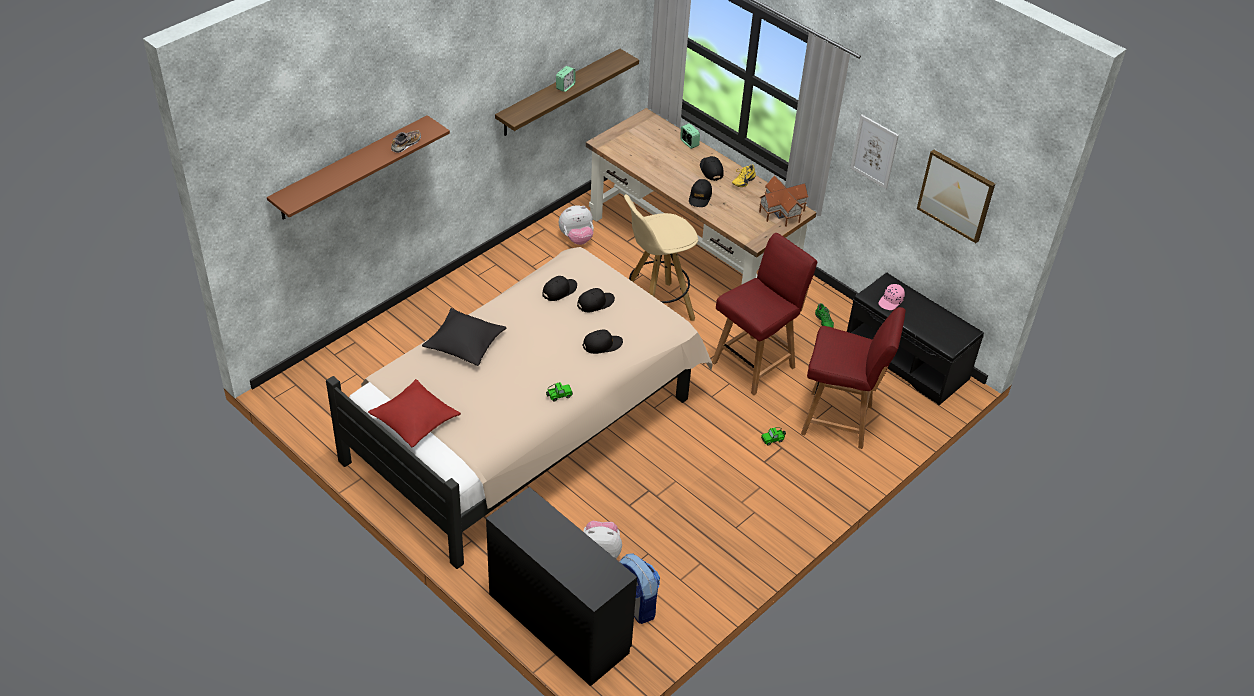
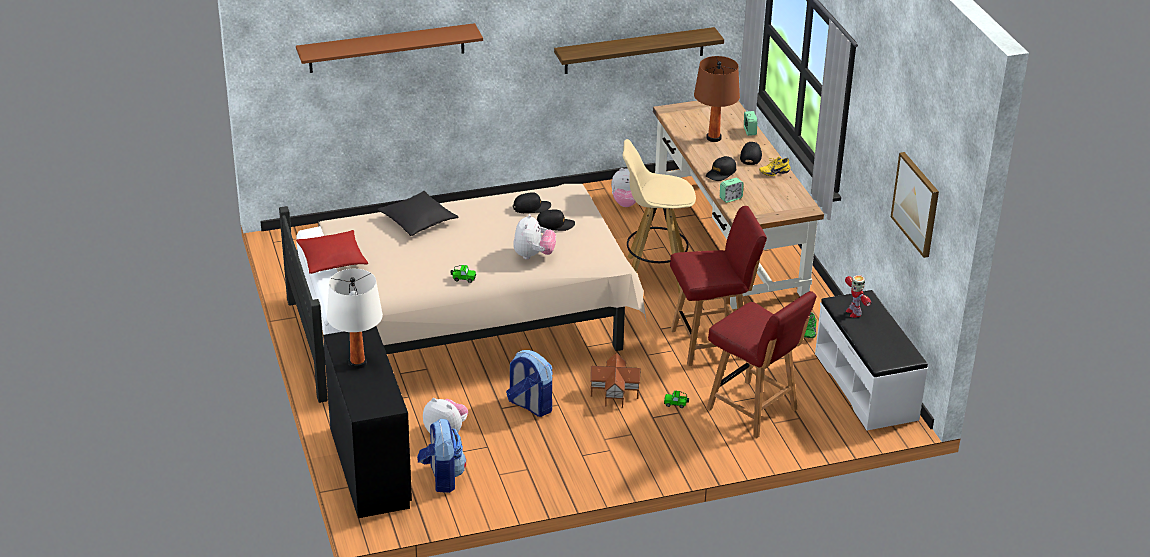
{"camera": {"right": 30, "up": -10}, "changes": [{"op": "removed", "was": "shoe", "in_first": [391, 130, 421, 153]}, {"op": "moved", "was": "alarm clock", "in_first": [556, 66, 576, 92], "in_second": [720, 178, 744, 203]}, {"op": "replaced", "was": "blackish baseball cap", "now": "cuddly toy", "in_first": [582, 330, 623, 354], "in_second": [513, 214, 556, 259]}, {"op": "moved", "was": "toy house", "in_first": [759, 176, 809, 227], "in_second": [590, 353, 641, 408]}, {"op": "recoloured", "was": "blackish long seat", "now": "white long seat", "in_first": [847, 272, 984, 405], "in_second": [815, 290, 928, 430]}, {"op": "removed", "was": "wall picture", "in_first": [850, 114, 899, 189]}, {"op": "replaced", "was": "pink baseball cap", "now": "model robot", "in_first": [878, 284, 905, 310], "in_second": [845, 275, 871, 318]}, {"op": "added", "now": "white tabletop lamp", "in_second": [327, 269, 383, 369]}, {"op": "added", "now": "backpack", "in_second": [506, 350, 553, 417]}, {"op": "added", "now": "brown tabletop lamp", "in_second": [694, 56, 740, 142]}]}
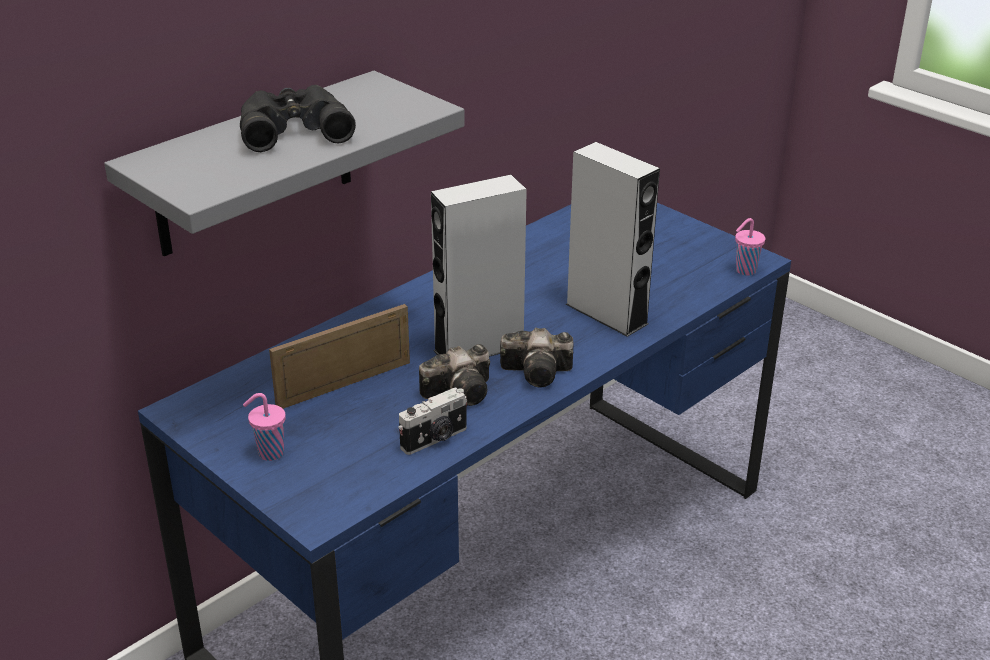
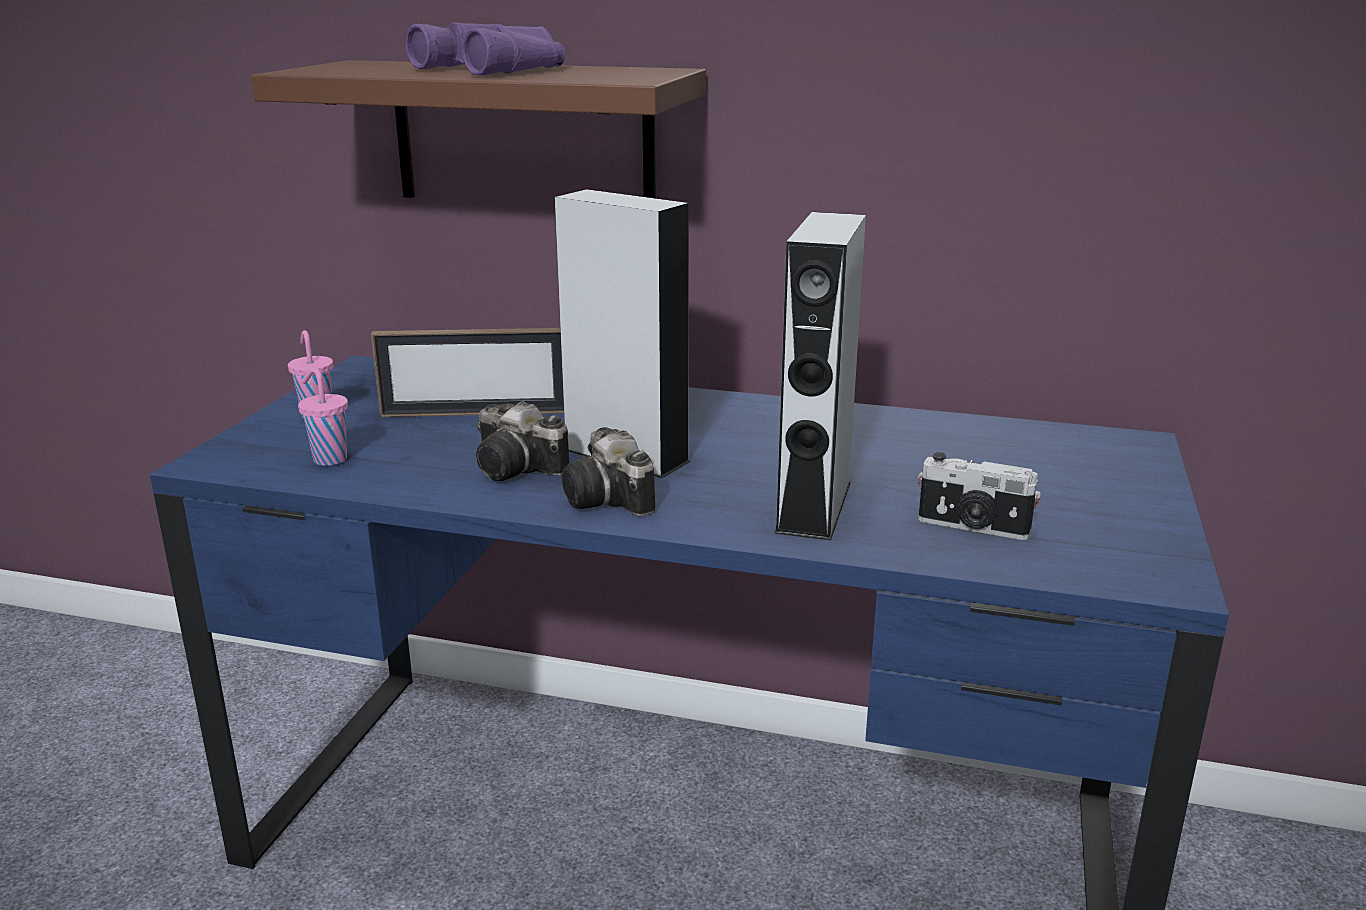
{"camera": {"right": 60, "up": -10}, "changes": [{"op": "recoloured", "was": "greyish wall shelf", "now": "brown wall shelf", "in_first": [104, 71, 465, 256], "in_second": [251, 60, 706, 198]}, {"op": "recoloured", "was": "blackish field glasses", "now": "purplish field glasses", "in_first": [240, 85, 356, 152], "in_second": [405, 22, 565, 75]}, {"op": "turned", "was": "photo frame", "in_first": [269, 304, 410, 409], "in_second": [371, 328, 564, 417], "clockwise": 150}, {"op": "moved", "was": "photo camera", "in_first": [398, 387, 467, 455], "in_second": [918, 452, 1041, 540]}, {"op": "moved", "was": "pink drinking cup", "in_first": [735, 218, 766, 276], "in_second": [298, 368, 348, 466]}]}
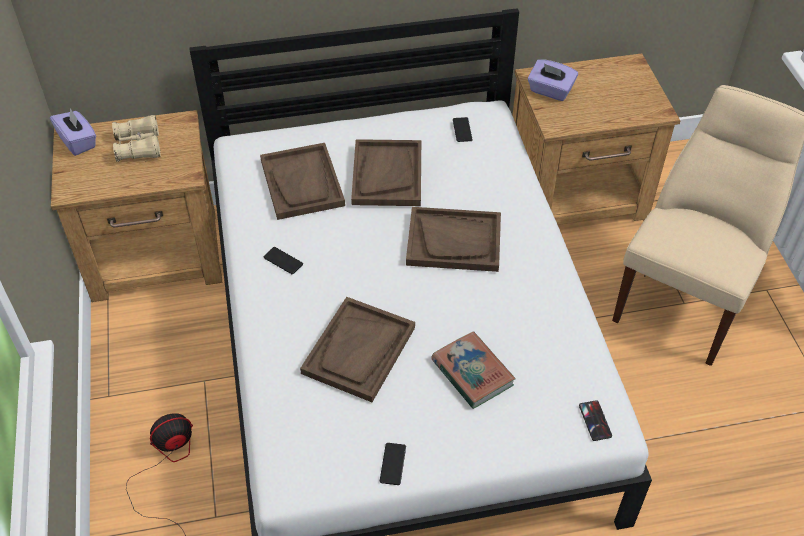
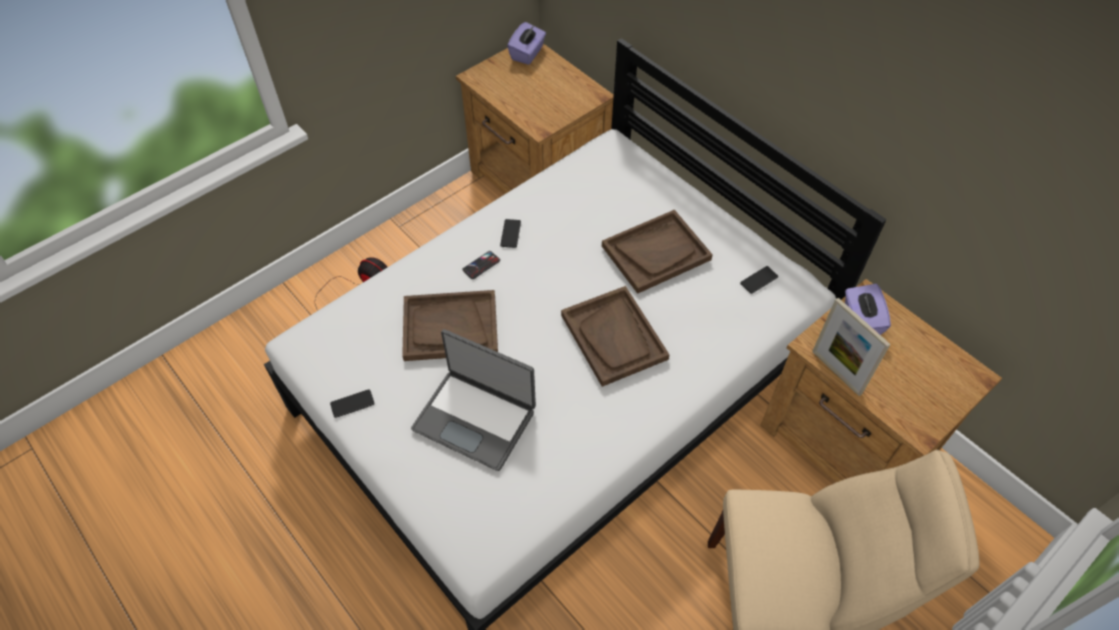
{"camera": {"right": 60, "up": 5}, "changes": [{"op": "removed", "was": "beige field glasses", "in_first": [112, 115, 161, 162]}, {"op": "removed", "was": "brown carrying tray", "in_first": [260, 143, 345, 220]}, {"op": "replaced", "was": "volume", "now": "laptop", "in_first": [431, 331, 516, 409], "in_second": [411, 329, 536, 471]}, {"op": "moved", "was": "phone", "in_first": [579, 400, 612, 441], "in_second": [462, 251, 500, 279]}, {"op": "added", "now": "photo frame", "in_second": [812, 298, 891, 396]}]}
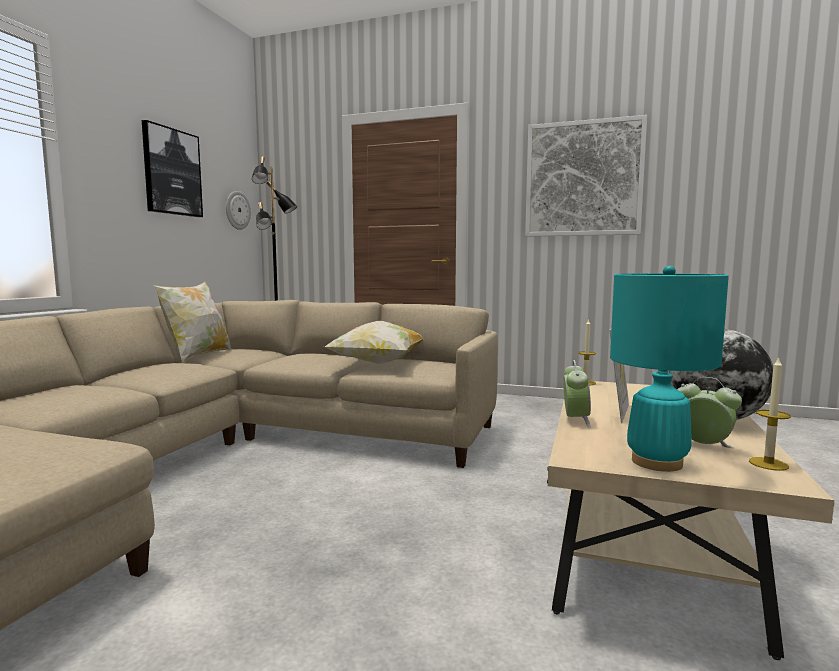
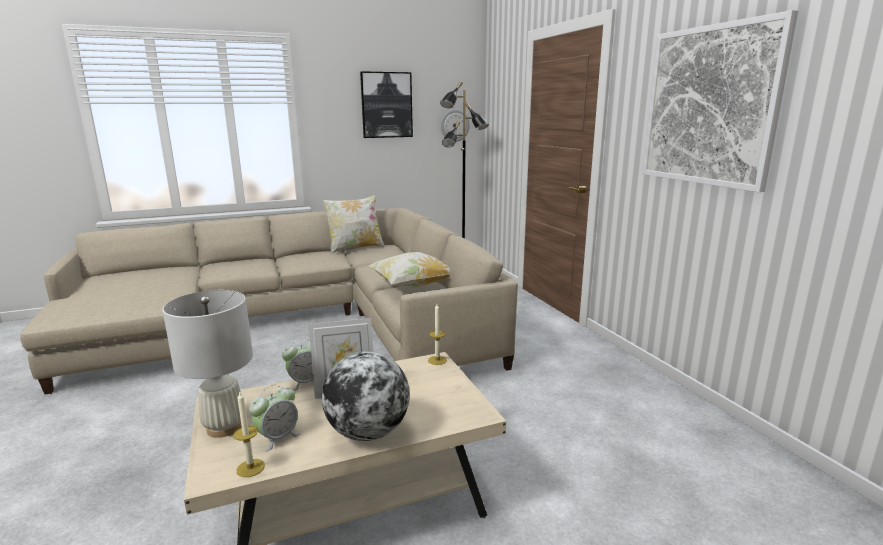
{"camera": {"right": 50, "up": 10}, "changes": [{"op": "recoloured", "was": "turquoise tabletop lamp", "now": "white tabletop lamp", "in_first": [610, 266, 729, 472], "in_second": [162, 290, 253, 438]}, {"op": "turned", "was": "alarm clock", "in_first": [677, 377, 742, 448], "in_second": [249, 384, 301, 452], "clockwise": 45}]}
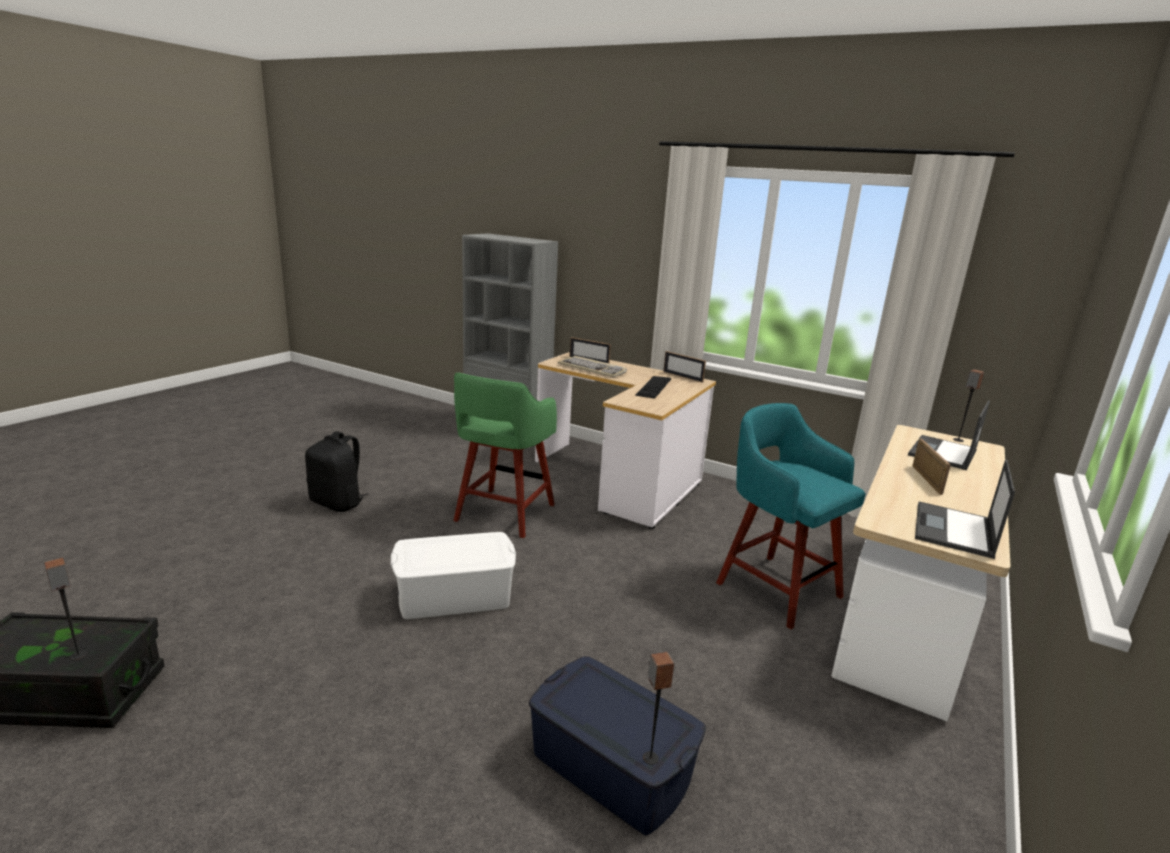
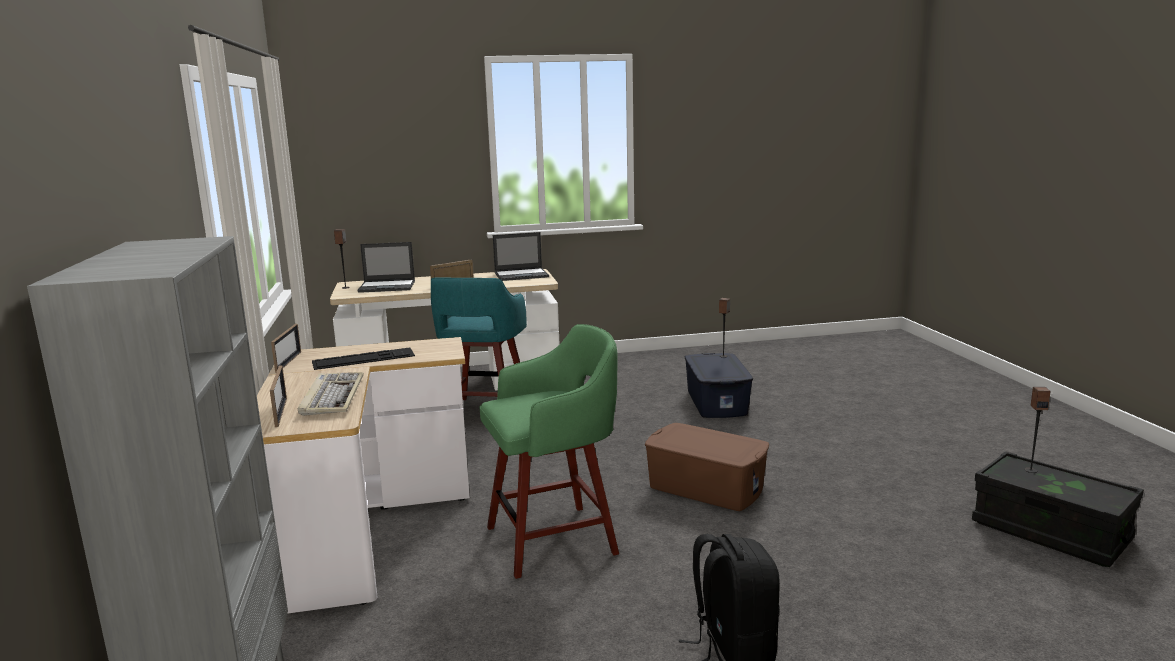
{"camera": {"right": -130, "up": -5}, "changes": [{"op": "recoloured", "was": "white storage container", "now": "brown storage container", "in_first": [391, 532, 516, 619], "in_second": [645, 423, 769, 511]}]}
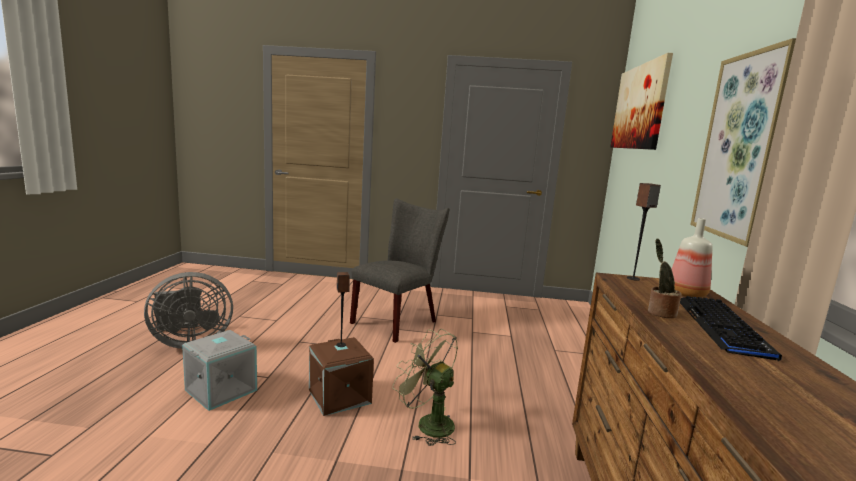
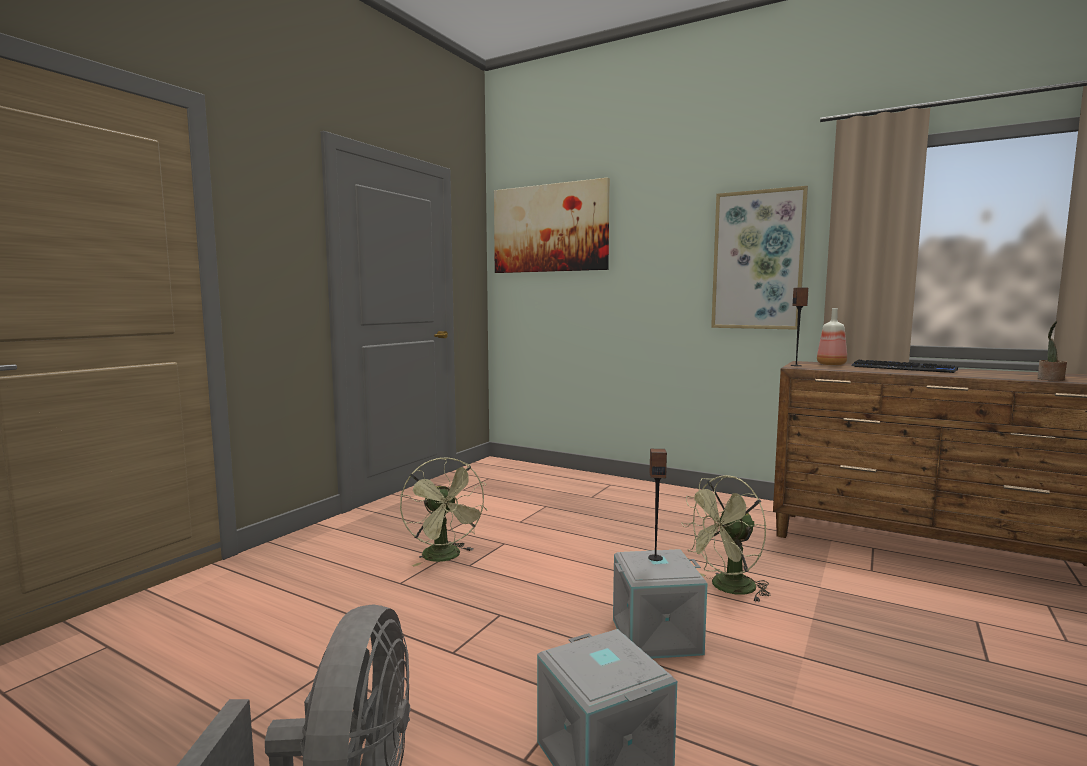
{"camera": {"right": -65, "up": -5}, "changes": [{"op": "recoloured", "was": "brown storage container", "now": "greyish storage container", "in_first": [309, 337, 374, 416], "in_second": [613, 549, 707, 659]}, {"op": "replaced", "was": "greyish upright chair", "now": "green fan", "in_first": [350, 198, 449, 343], "in_second": [400, 457, 487, 567]}, {"op": "moved", "was": "potted plant", "in_first": [648, 239, 682, 318], "in_second": [1038, 321, 1067, 381]}]}
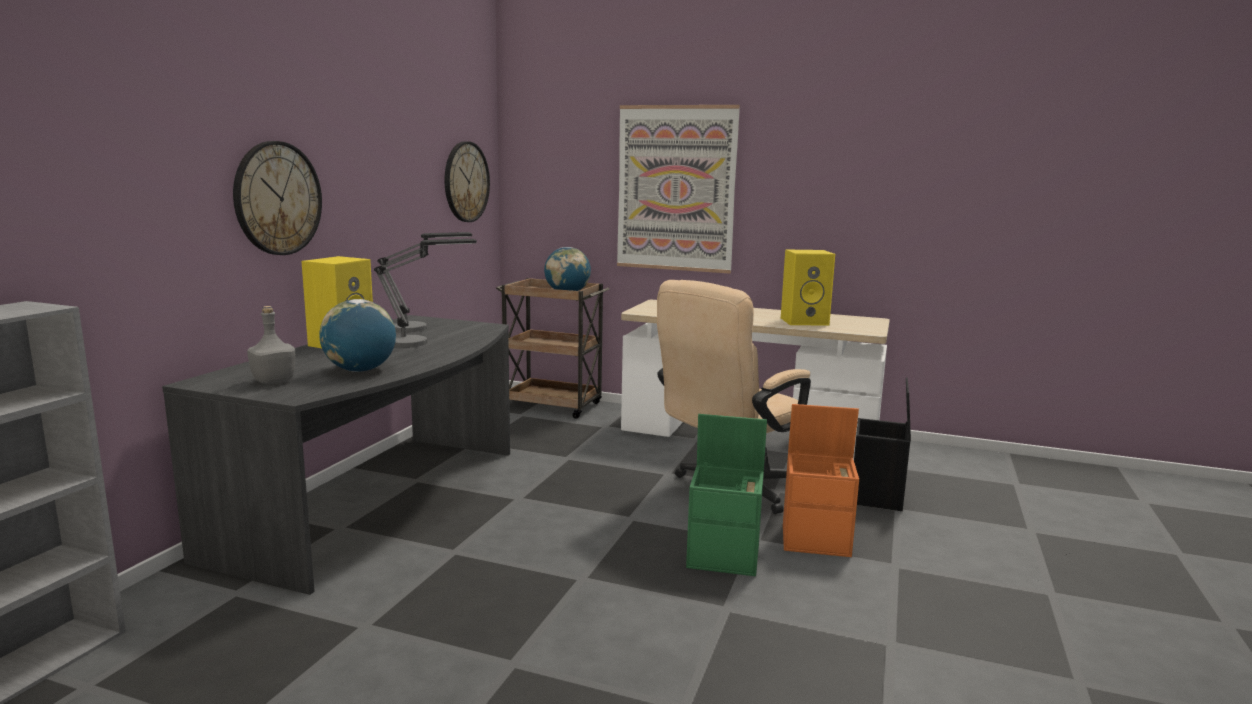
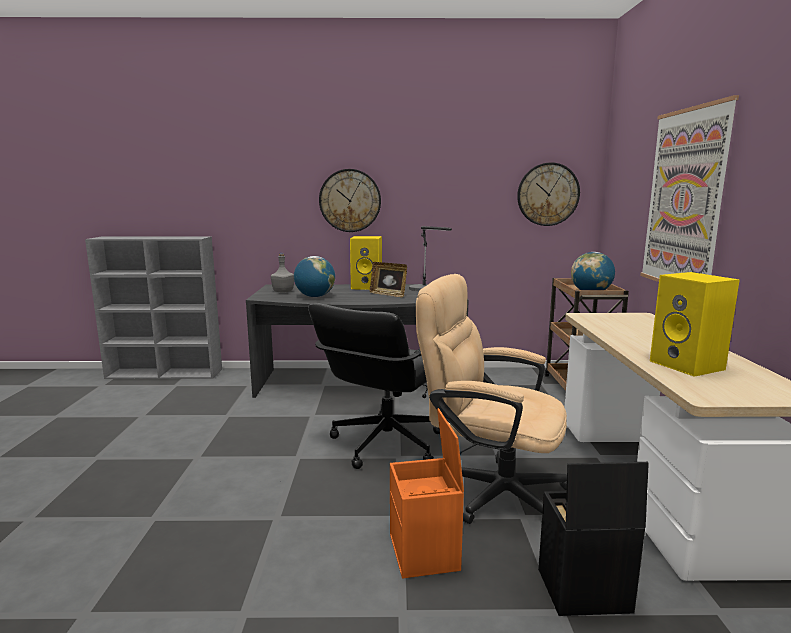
{"camera": {"right": 70, "up": 0}, "changes": [{"op": "replaced", "was": "tabletop lamp", "now": "photo frame", "in_first": [374, 239, 477, 348], "in_second": [369, 262, 407, 297]}, {"op": "removed", "was": "green storage container", "in_first": [686, 414, 767, 576]}, {"op": "added", "now": "blackish desk chair", "in_second": [308, 303, 440, 469]}]}
